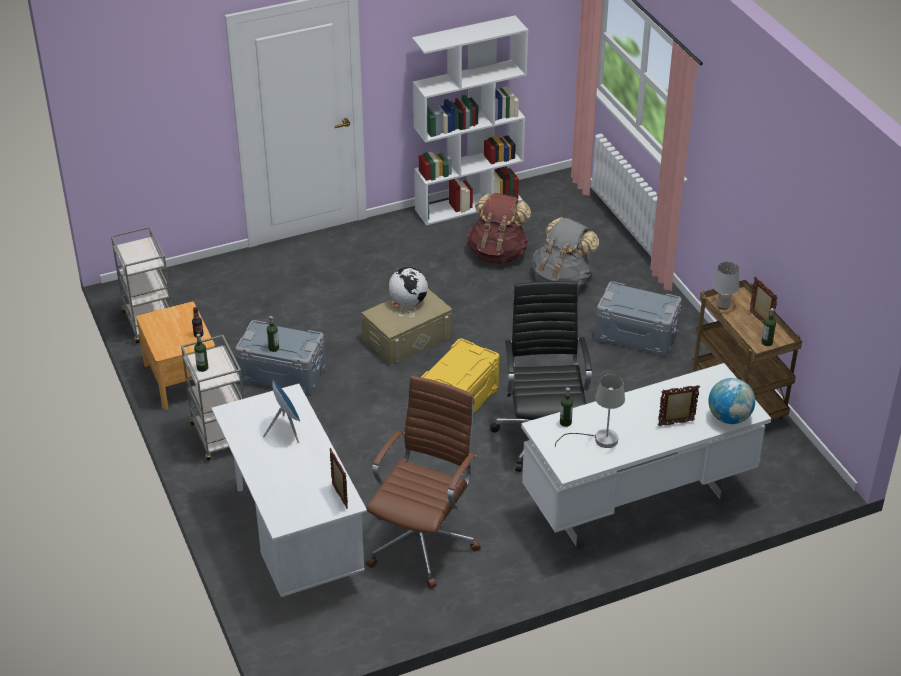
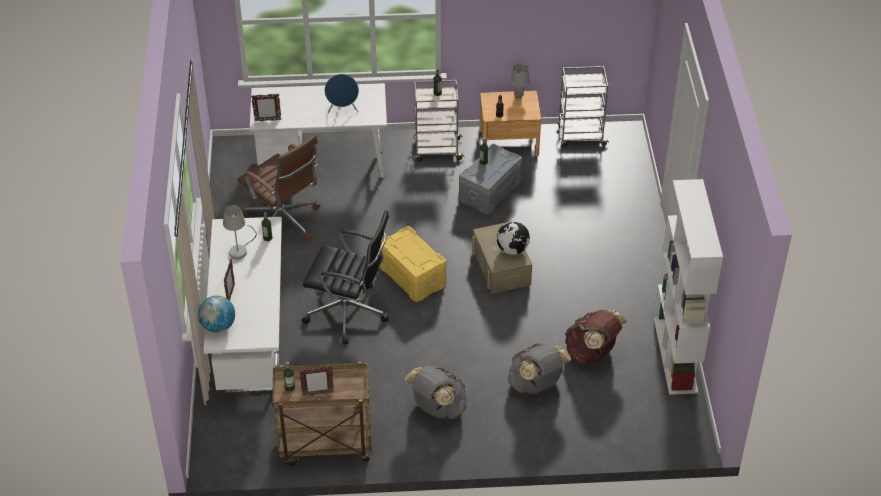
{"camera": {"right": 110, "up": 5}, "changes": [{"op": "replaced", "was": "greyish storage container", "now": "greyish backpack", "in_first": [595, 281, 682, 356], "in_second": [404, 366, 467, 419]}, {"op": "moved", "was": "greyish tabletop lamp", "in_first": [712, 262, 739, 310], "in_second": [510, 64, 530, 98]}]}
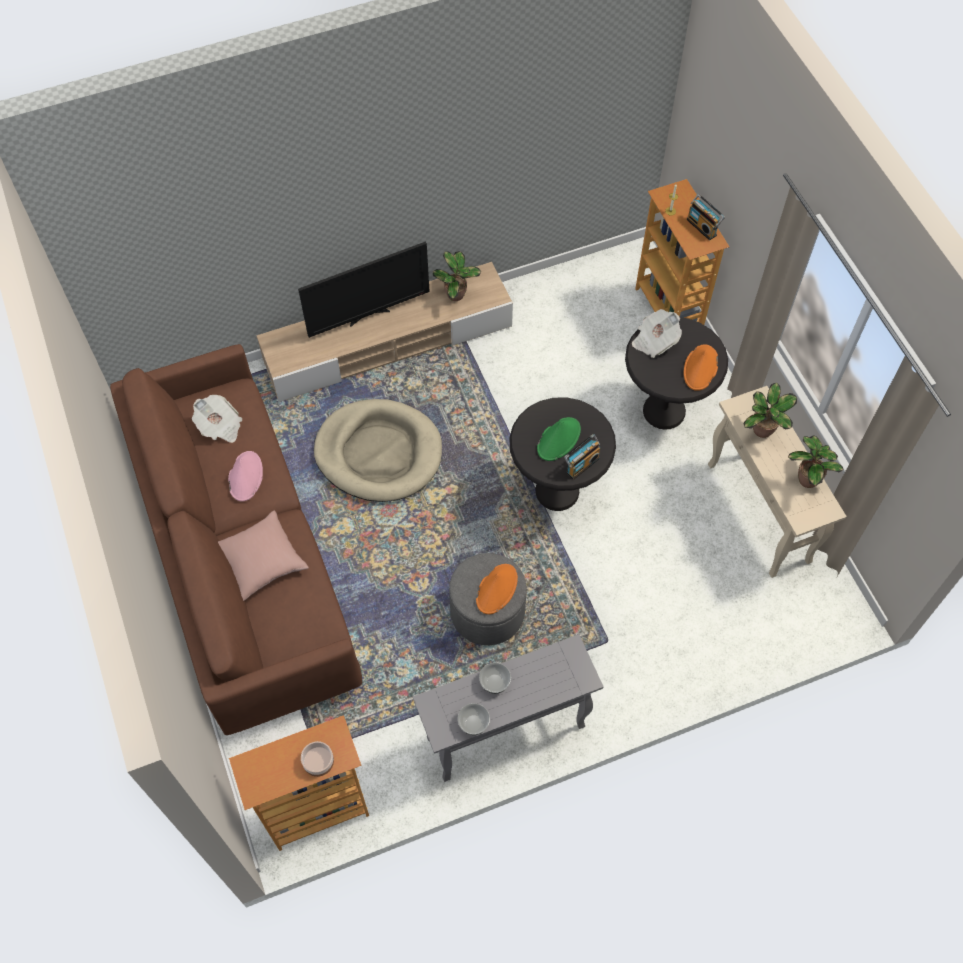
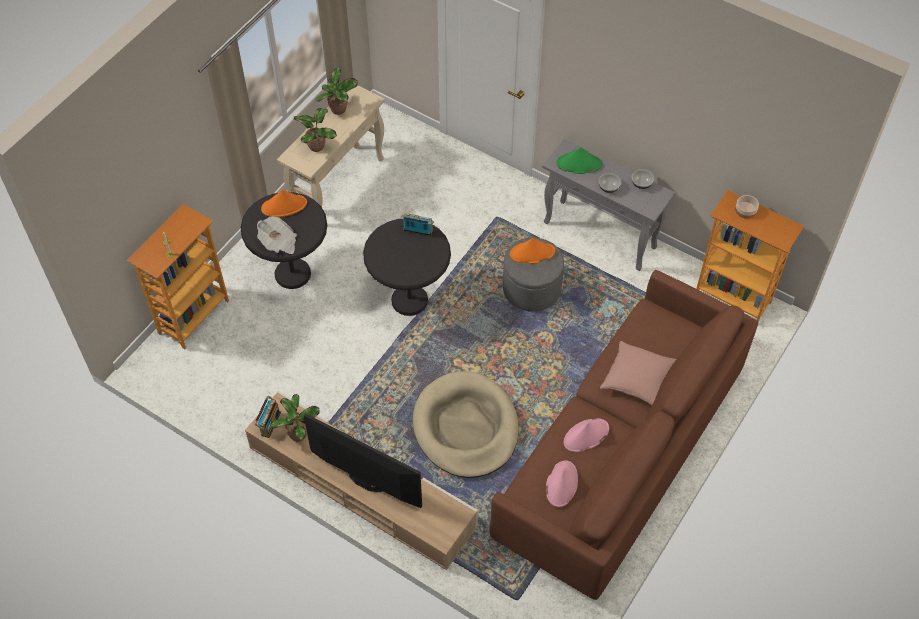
{"camera": {"right": -125, "up": -5}, "changes": [{"op": "replaced", "was": "printed paper", "now": "pink wearable hat", "in_first": [192, 395, 243, 443], "in_second": [546, 460, 578, 507]}, {"op": "moved", "was": "green wearable hat", "in_first": [537, 417, 581, 461], "in_second": [557, 147, 602, 174]}, {"op": "moved", "was": "radio set", "in_first": [687, 194, 725, 240], "in_second": [254, 396, 281, 438]}]}
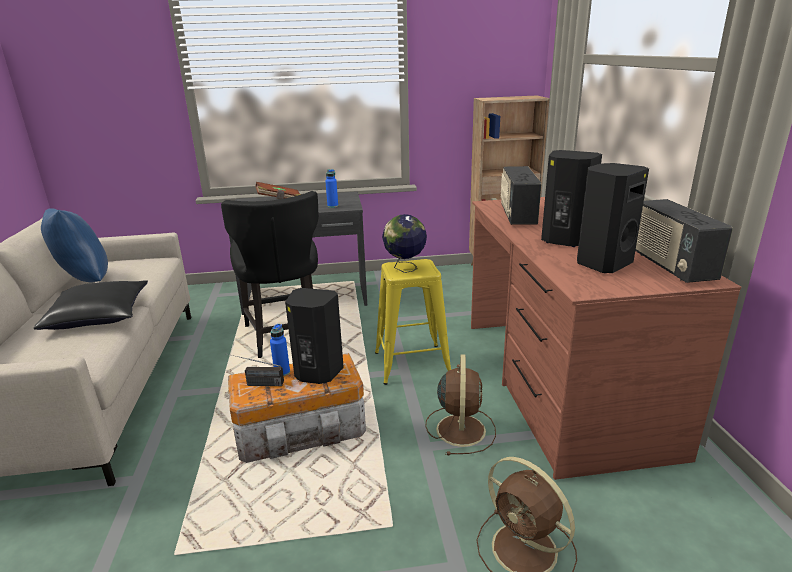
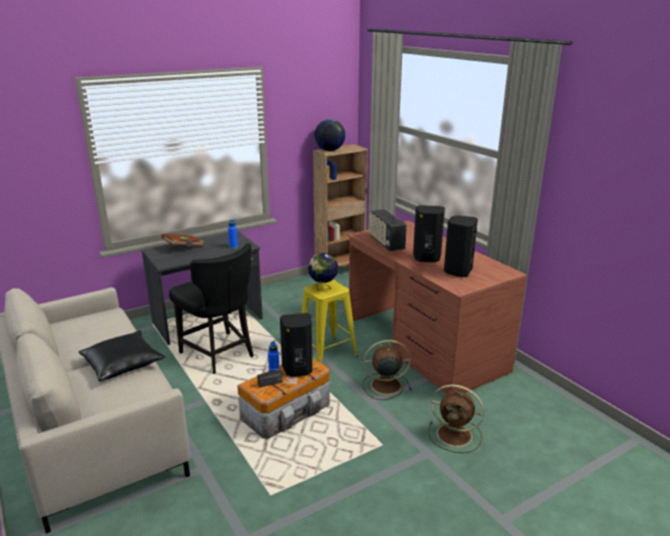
{"camera": {"right": -25, "up": 0}, "changes": [{"op": "removed", "was": "bluish pillow", "in_first": [41, 208, 108, 282]}, {"op": "turned", "was": "brown fan", "in_first": [425, 354, 496, 455], "in_second": [363, 340, 411, 400], "clockwise": -75}, {"op": "removed", "was": "radio set", "in_first": [635, 199, 733, 283]}, {"op": "added", "now": "desk globe", "in_second": [314, 119, 345, 151]}]}
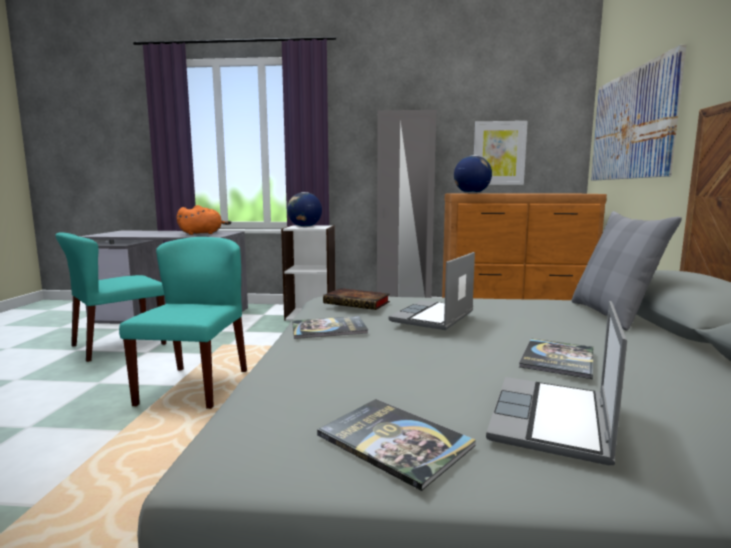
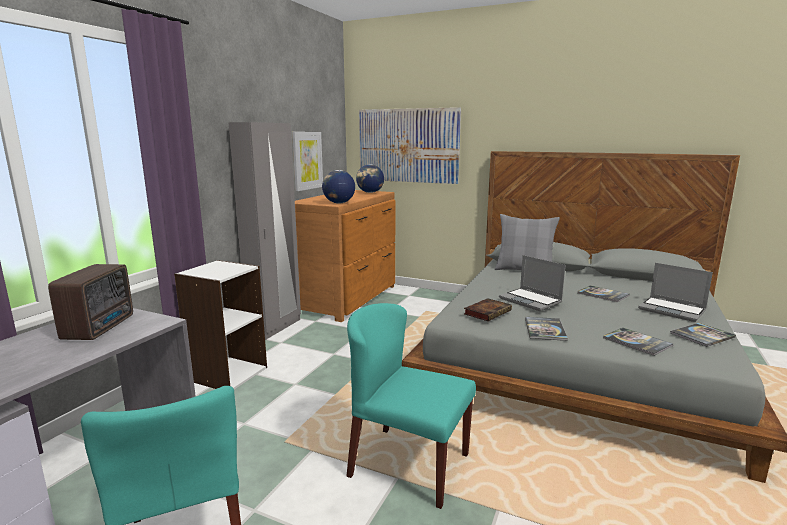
{"camera": {"right": -70, "up": 5}, "changes": [{"op": "replaced", "was": "orange-coloured cuddly toy", "now": "radio set", "in_first": [177, 205, 231, 235], "in_second": [48, 264, 133, 340]}, {"op": "moved", "was": "desk globe", "in_first": [287, 192, 322, 227], "in_second": [356, 164, 384, 193]}, {"op": "added", "now": "volume", "in_second": [603, 328, 674, 356]}]}
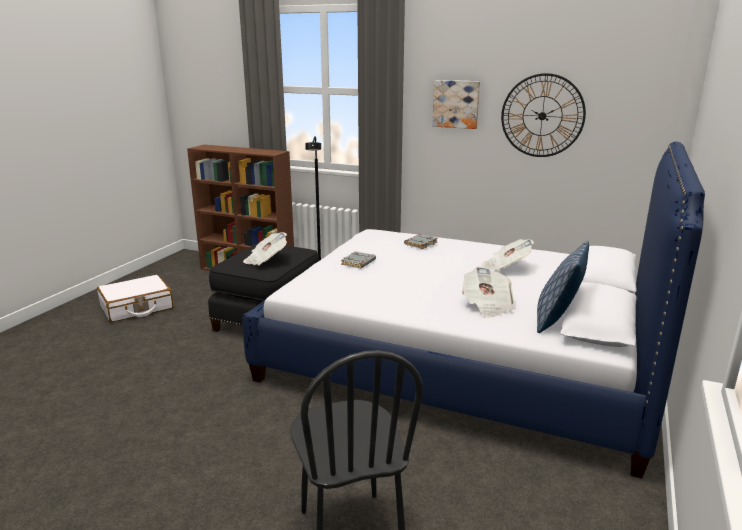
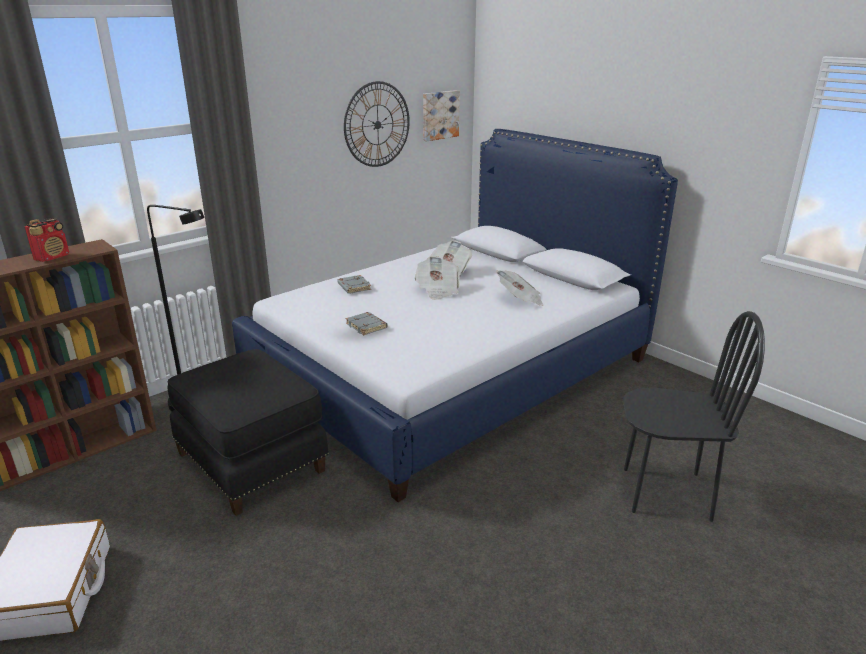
{"camera": {"right": -65, "up": 5}, "changes": [{"op": "moved", "was": "printed paper", "in_first": [243, 232, 287, 265], "in_second": [415, 256, 460, 300]}, {"op": "moved", "was": "wall picture", "in_first": [432, 80, 480, 129], "in_second": [423, 90, 460, 141]}, {"op": "removed", "was": "pillow", "in_first": [537, 241, 589, 333]}, {"op": "added", "now": "radio set", "in_second": [24, 218, 69, 262]}]}
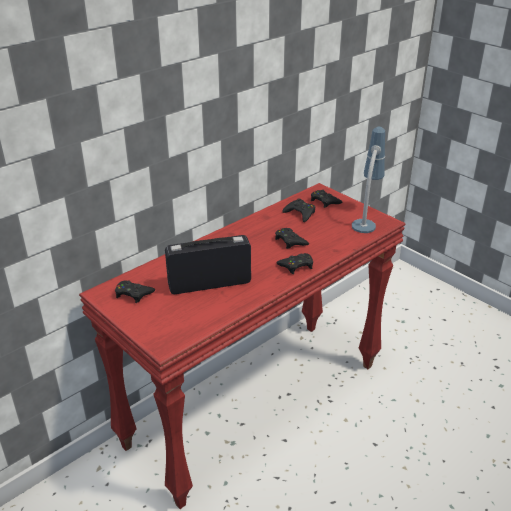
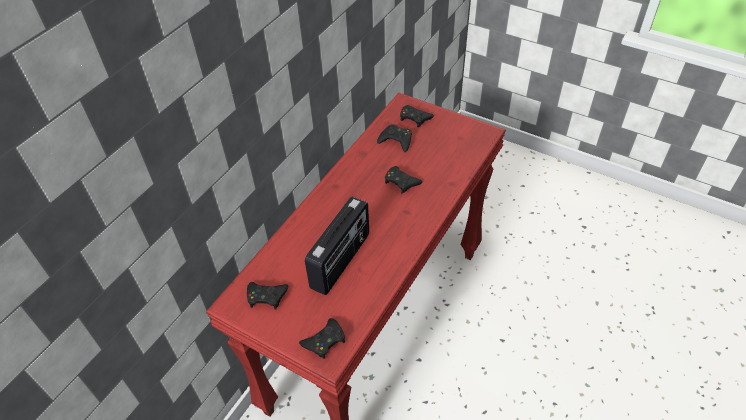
{"camera": {"right": -15, "up": 15}, "changes": [{"op": "turned", "was": "radio set", "in_first": [165, 235, 251, 294], "in_second": [305, 197, 369, 295], "clockwise": 150}, {"op": "moved", "was": "blackish gamepad", "in_first": [276, 253, 313, 274], "in_second": [299, 318, 345, 359]}, {"op": "removed", "was": "tabletop lamp", "in_first": [352, 127, 385, 233]}]}
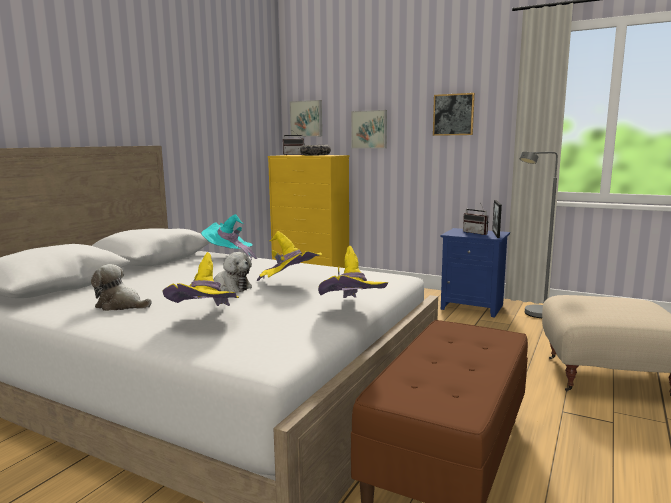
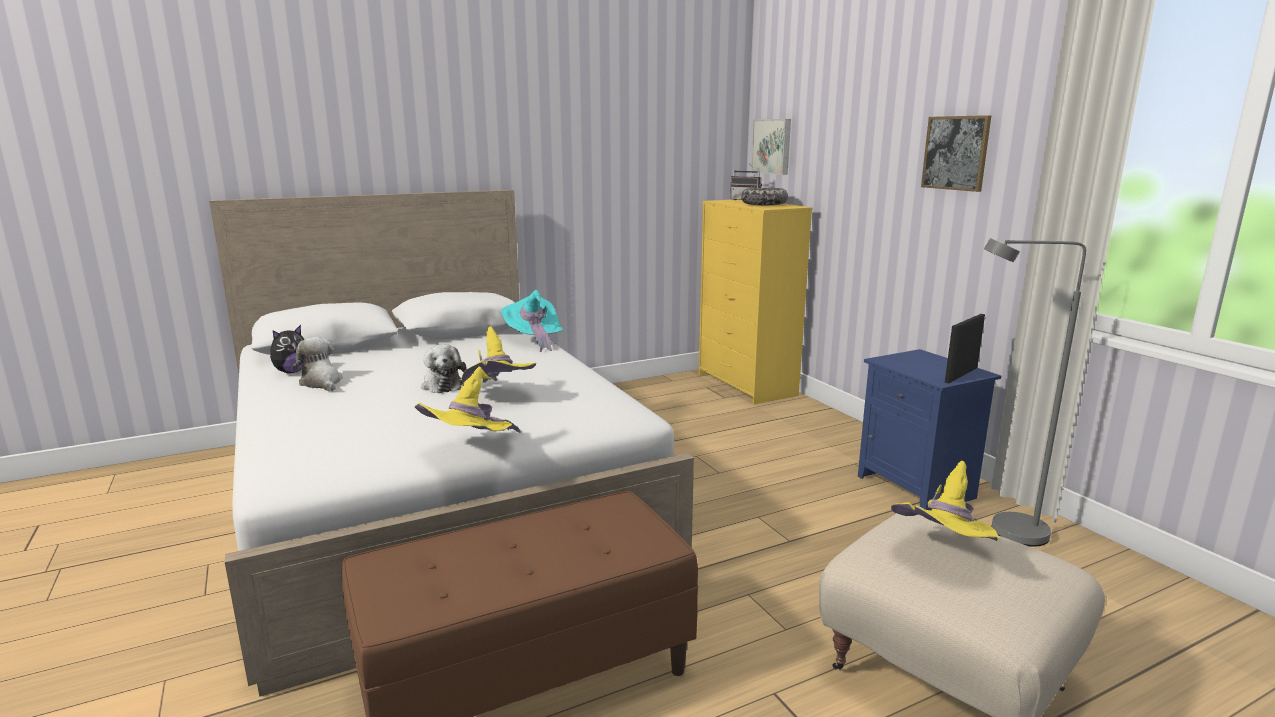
{"camera": {"right": 35, "up": 5}, "changes": [{"op": "moved", "was": "yellowish wearable hat", "in_first": [162, 252, 239, 306], "in_second": [891, 461, 999, 541]}, {"op": "removed", "was": "wall picture", "in_first": [351, 110, 387, 148]}, {"op": "removed", "was": "radio set", "in_first": [463, 203, 488, 235]}, {"op": "added", "now": "cuddly toy", "in_second": [270, 325, 304, 373]}]}
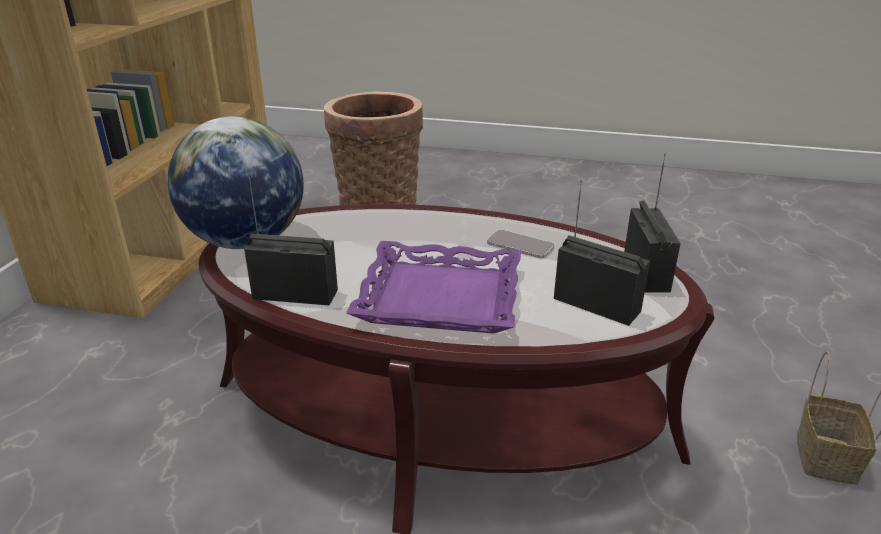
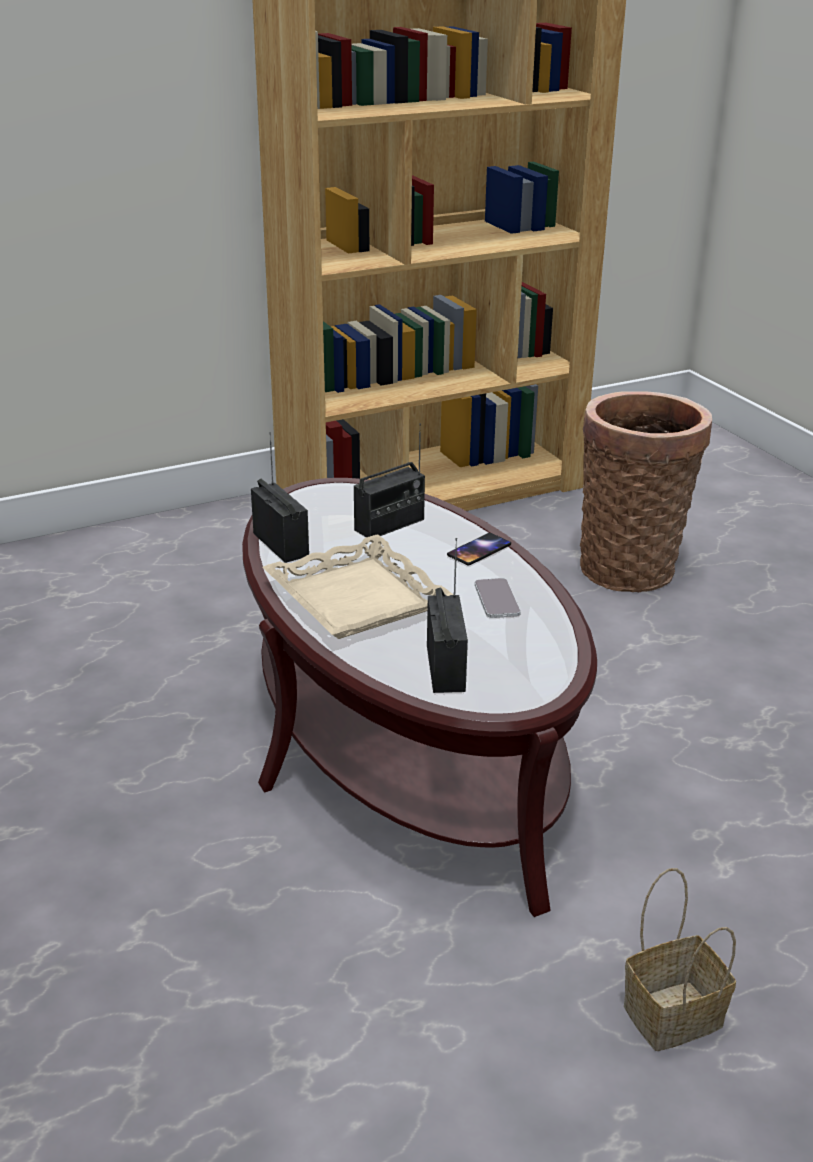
{"camera": {"right": 50, "up": 0}, "changes": [{"op": "removed", "was": "desk globe", "in_first": [168, 116, 304, 249]}, {"op": "recoloured", "was": "purplish carrying tray", "now": "beige carrying tray", "in_first": [346, 241, 521, 334], "in_second": [263, 534, 453, 639]}, {"op": "moved", "was": "radio set", "in_first": [624, 154, 681, 292], "in_second": [354, 423, 425, 537]}, {"op": "added", "now": "phone", "in_second": [447, 533, 511, 566]}]}
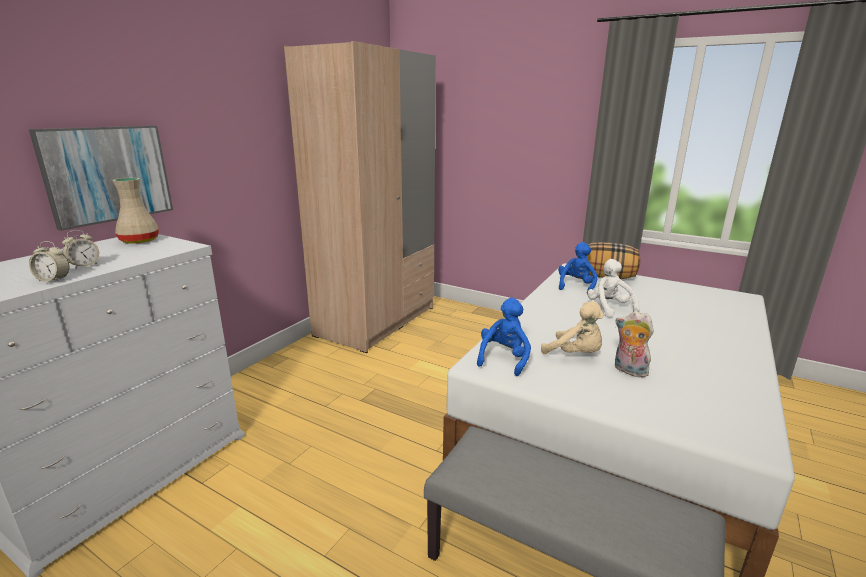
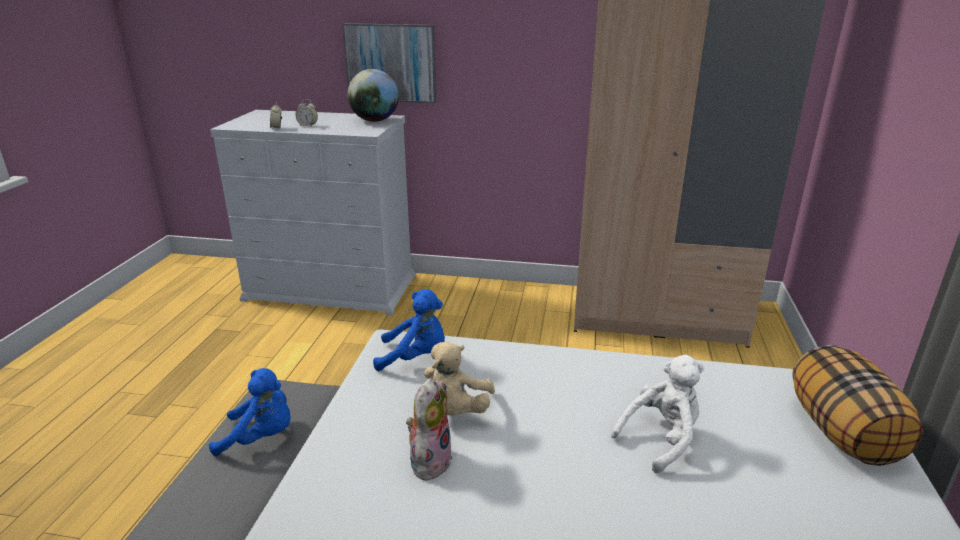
{"camera": {"right": 70, "up": 5}, "changes": [{"op": "replaced", "was": "beige decorative vase", "now": "desk globe", "in_first": [112, 178, 159, 244], "in_second": [347, 69, 399, 122]}, {"op": "moved", "was": "bluish cuddly toy", "in_first": [558, 242, 598, 292], "in_second": [209, 368, 290, 456]}]}
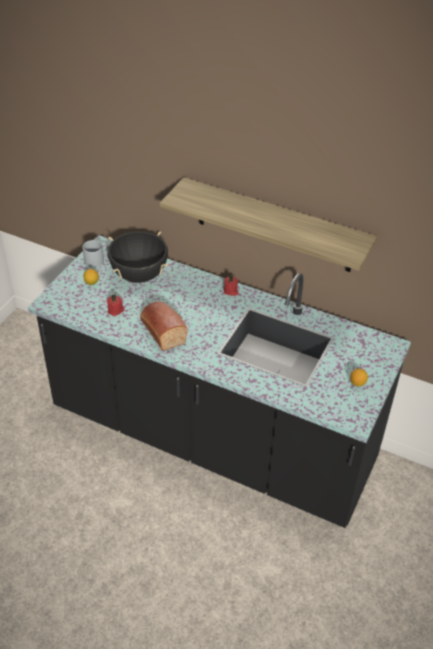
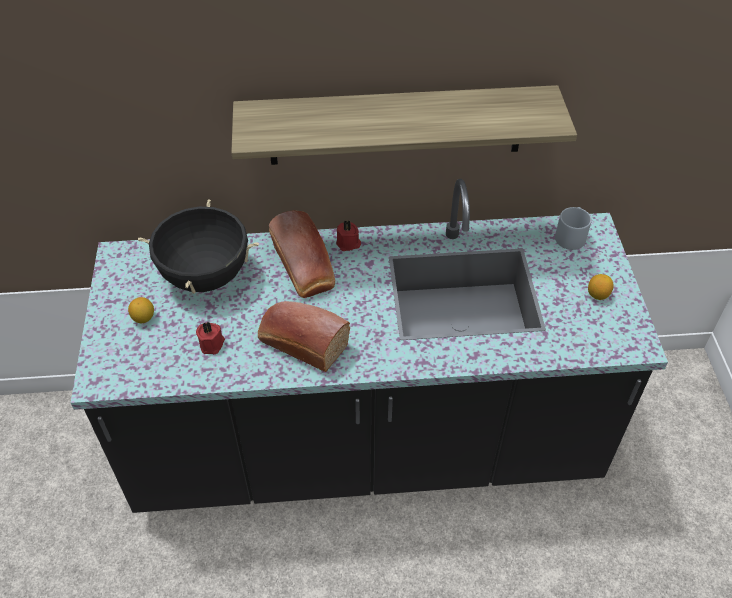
{"camera": {"right": -30, "up": 5}, "changes": [{"op": "moved", "was": "greyish tea mug", "in_first": [82, 240, 109, 267], "in_second": [555, 207, 592, 250]}, {"op": "added", "now": "bread", "in_second": [269, 210, 335, 298]}]}
